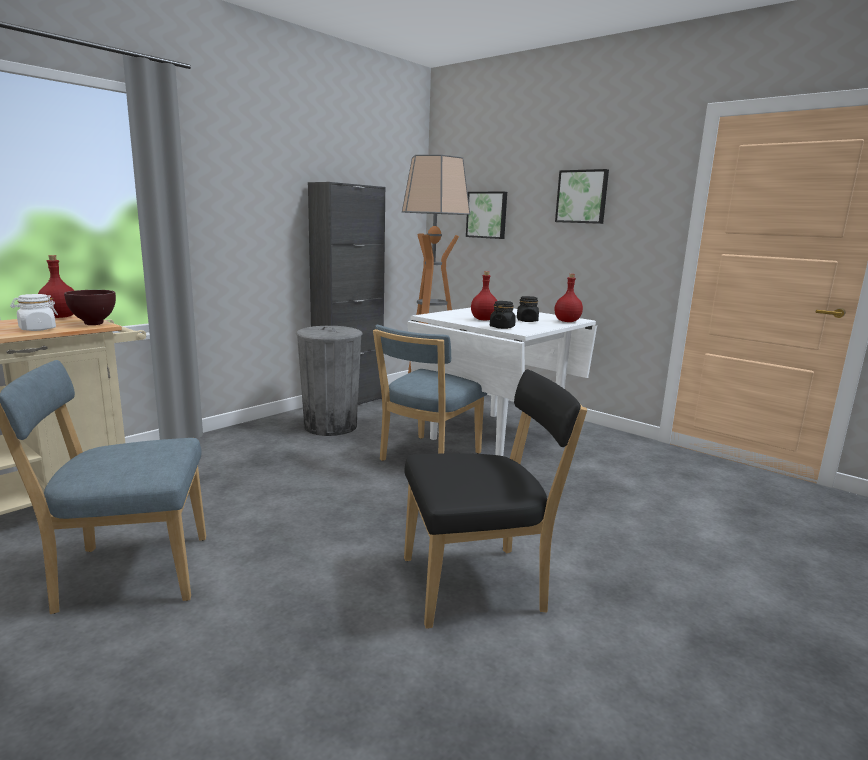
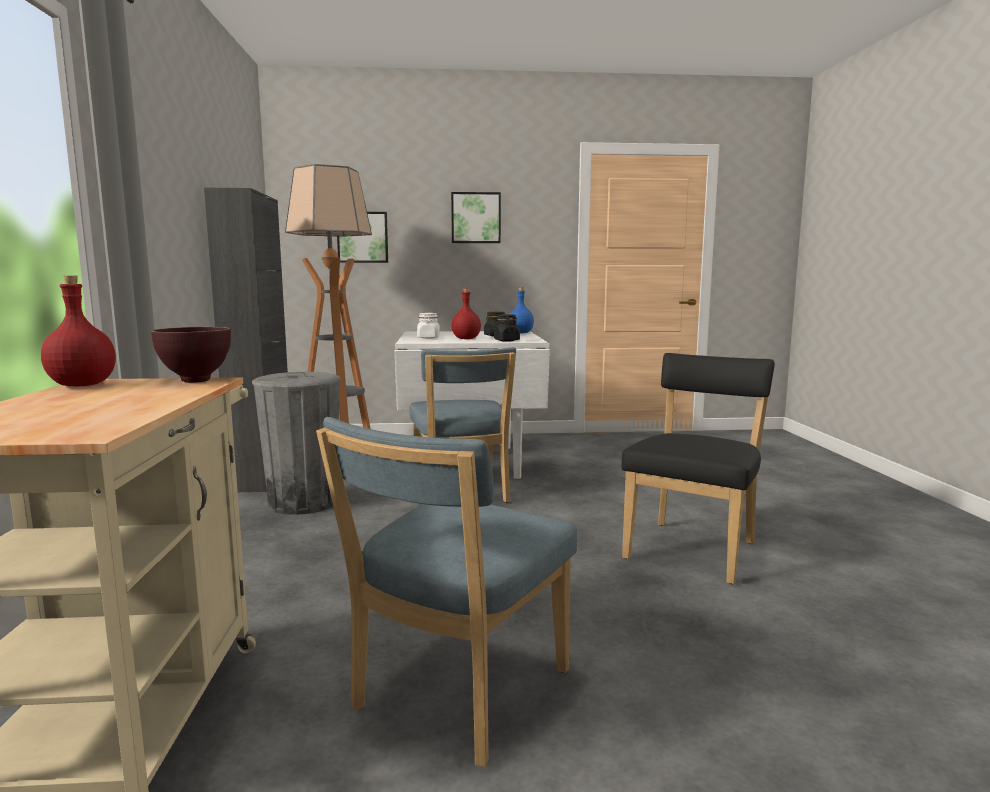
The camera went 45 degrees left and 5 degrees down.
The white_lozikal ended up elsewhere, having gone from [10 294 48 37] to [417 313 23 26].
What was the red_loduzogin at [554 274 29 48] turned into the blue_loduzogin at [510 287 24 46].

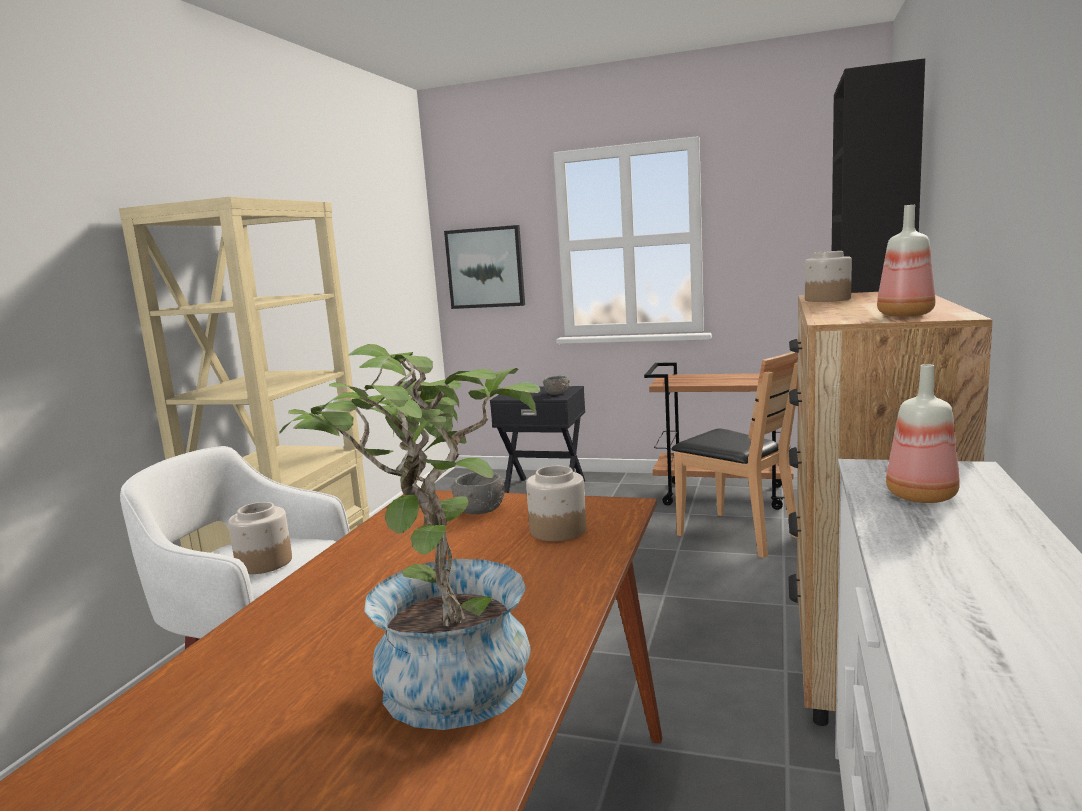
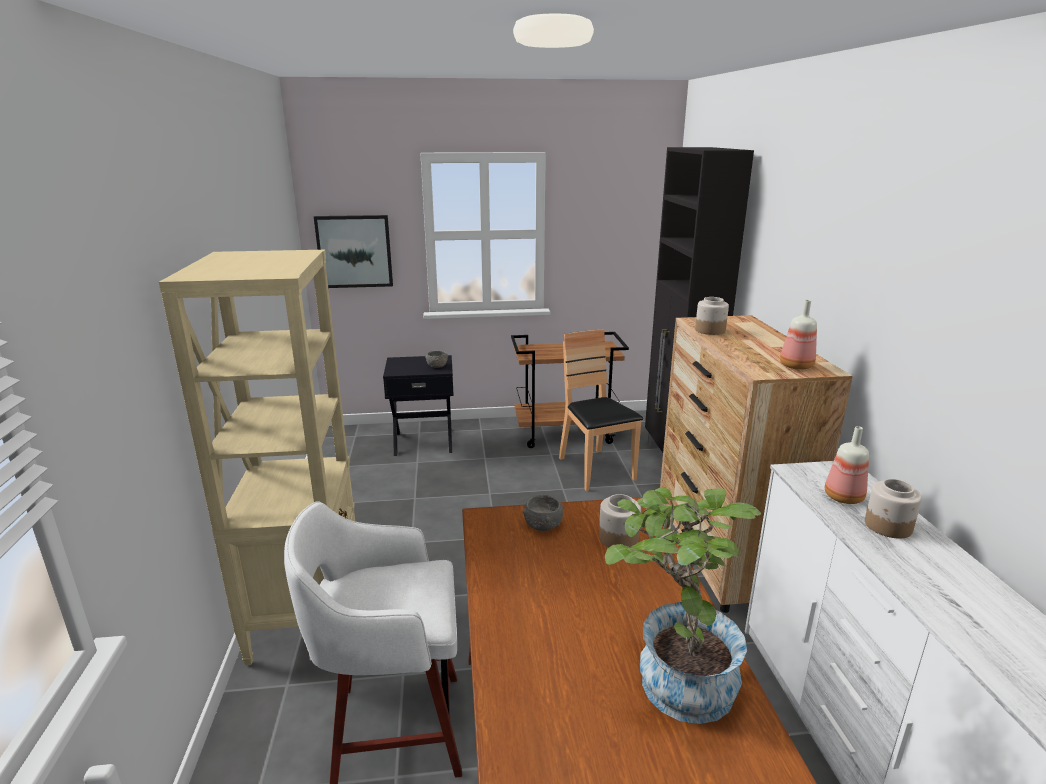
The camera went 25 degrees left and 10 degrees up.
The lozikal ended up elsewhere, having gone from [228 502 64 72] to [865 479 57 60].
The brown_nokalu at [671 351 127 207] ended up facing another way, 135 degrees counterclockwise from before.

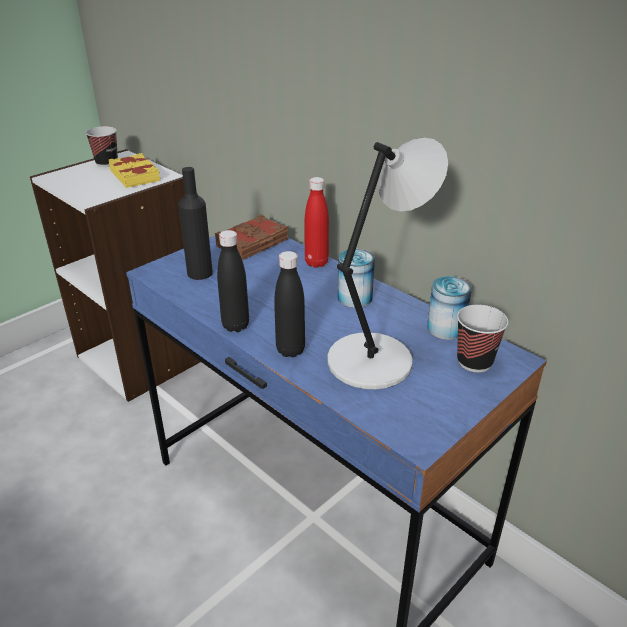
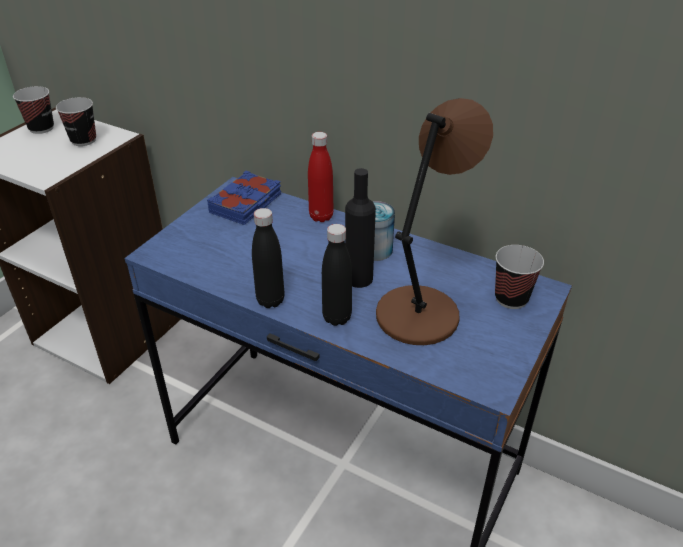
The camera went 15 degrees left and 5 degrees up.
Where the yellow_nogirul stood at [108 153 52 35], the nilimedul came to stand at [56 97 40 49].
The black_loduzogin ended up elsewhere, having gone from [178 167 35 113] to [345 168 31 120].
What was the brown_nogirul at [215 214 73 46] turned into the blue_nogirul at [207 170 74 55].
What was the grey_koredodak at [327 137 121 253] turned into the brown_koredodak at [376 98 117 247].
The second view lost the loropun at [427 276 45 64].

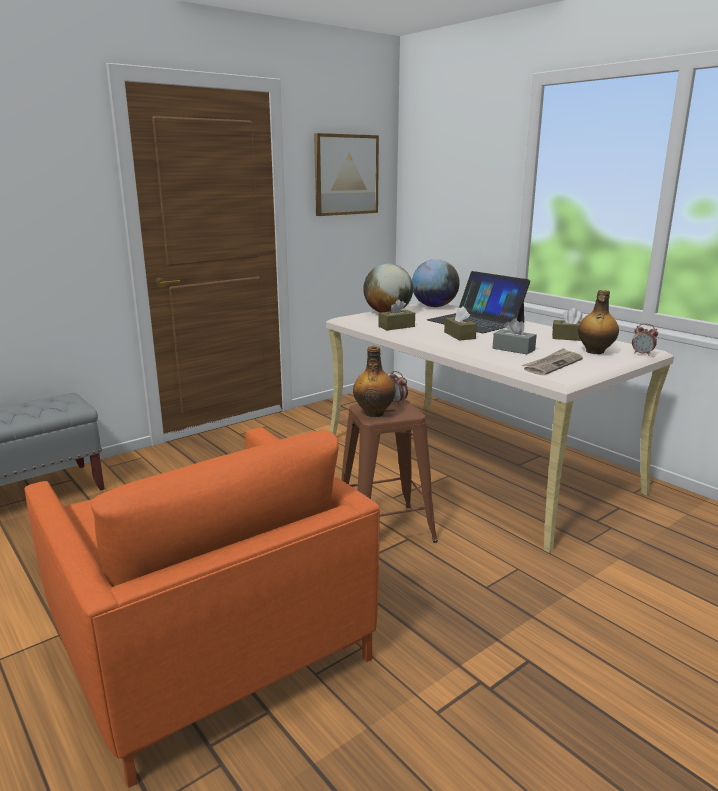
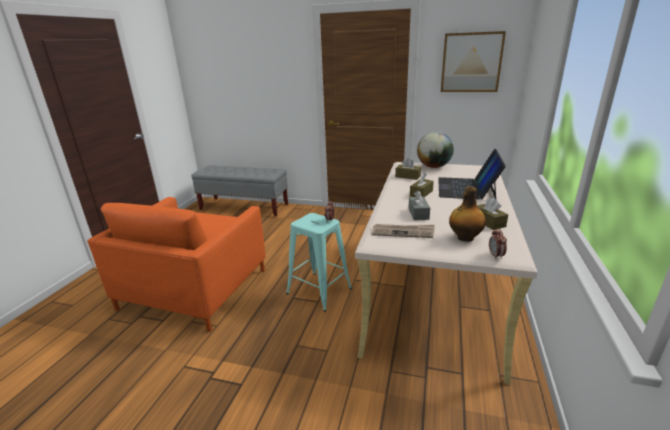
The camera went 55 degrees right and 5 degrees up.
What was the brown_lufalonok at [341 400 97 143] turned into the turquoise_lufalonok at [286 213 66 99].
The second view lost the loduzogin at [353 346 43 71].
The second view lost the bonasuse at [412 259 48 48].

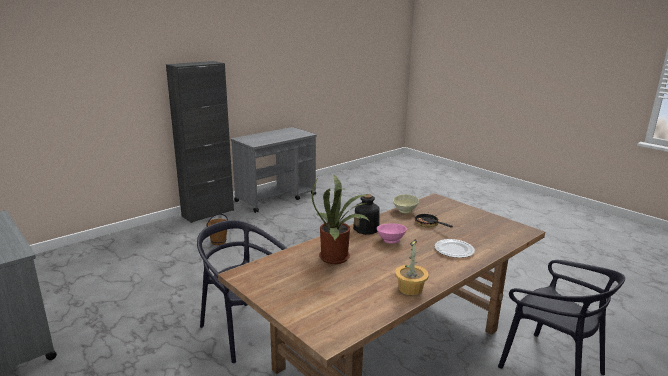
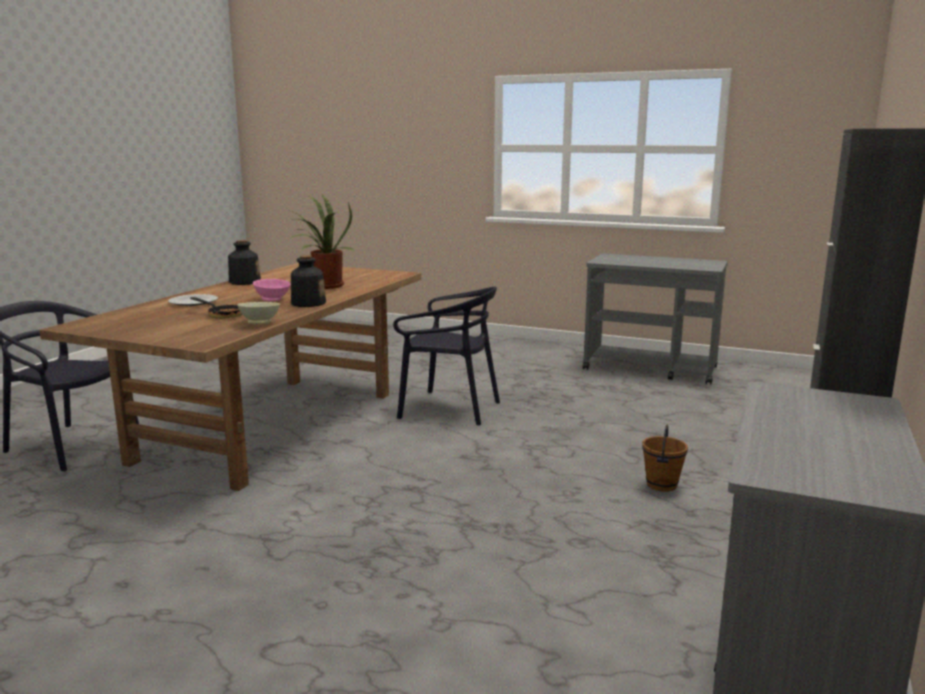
The camera went 155 degrees right and 5 degrees down.
Where the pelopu stood at [395 239 34 57], the loduzogin came to stand at [228 240 33 45].

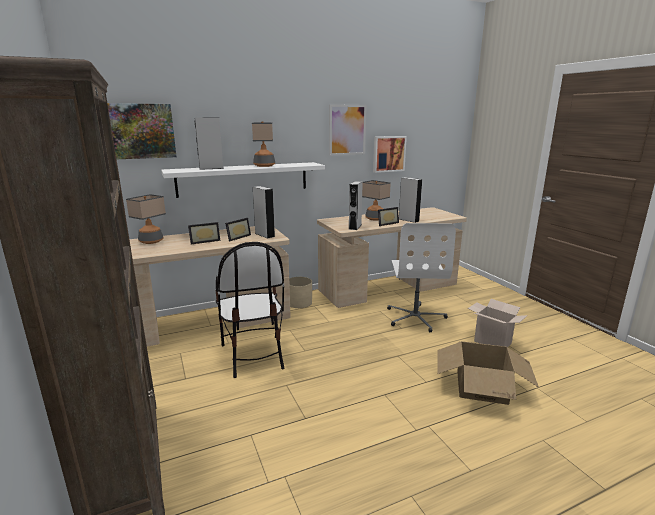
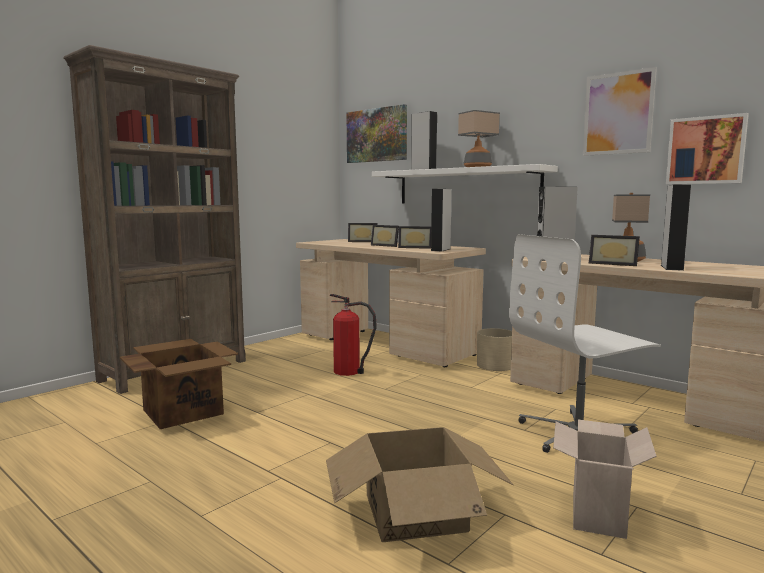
The camera went 65 degrees right and 10 degrees down.
Where the koredodak stood at [126 194 40 50], the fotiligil came to stand at [348 223 29 19].
Where the nokalu stood at [215 242 69 136], the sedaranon came to stand at [330 294 47 82].
The second view gained the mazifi at [120 339 118 90].

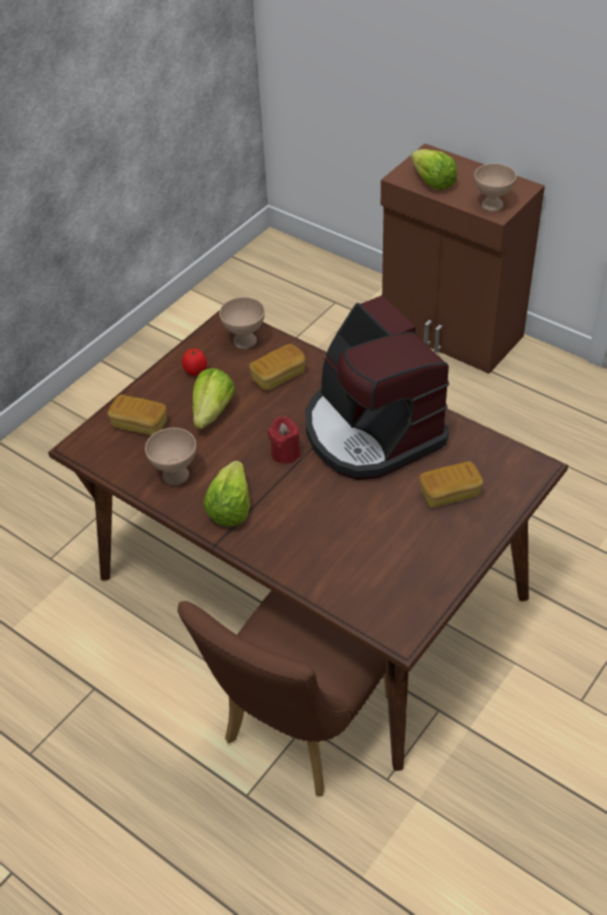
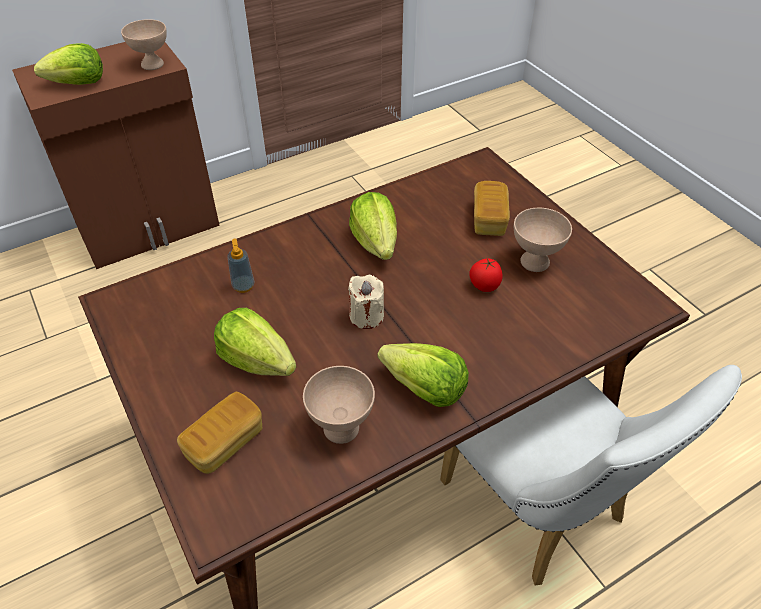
The camera went 70 degrees left and 0 degrees up.
What was the brown_nokalu at [177 590 211 206] turned into the white_nokalu at [440 365 302 221].
The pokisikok ended up elsewhere, having gone from [182 349 25 27] to [469 259 34 33].
The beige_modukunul ended up elsewhere, having gone from [219 297 46 52] to [514 208 58 64].
Where the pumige stood at [250 344 55 47], the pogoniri came to stand at [227 239 27 54].
What was the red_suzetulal at [268 416 33 48] turned into the beige_suzetulal at [348 275 36 54].
Where the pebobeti stood at [305 295 144 185], the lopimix came to stand at [349 192 48 68].

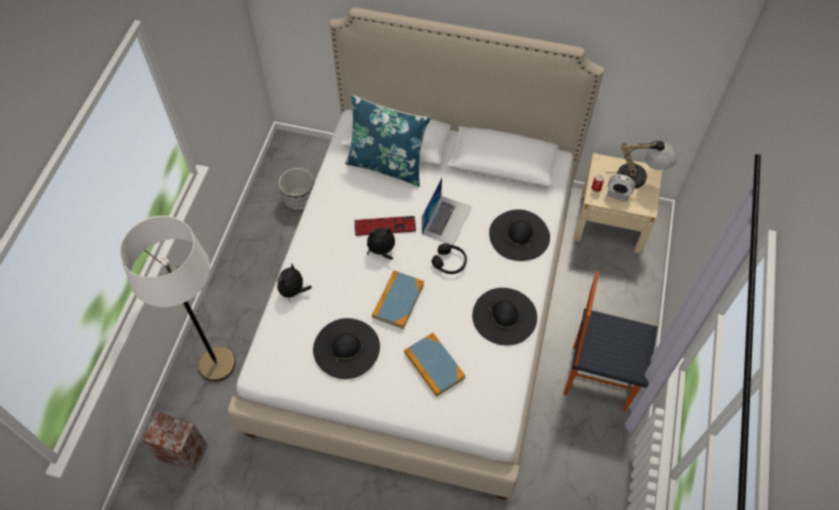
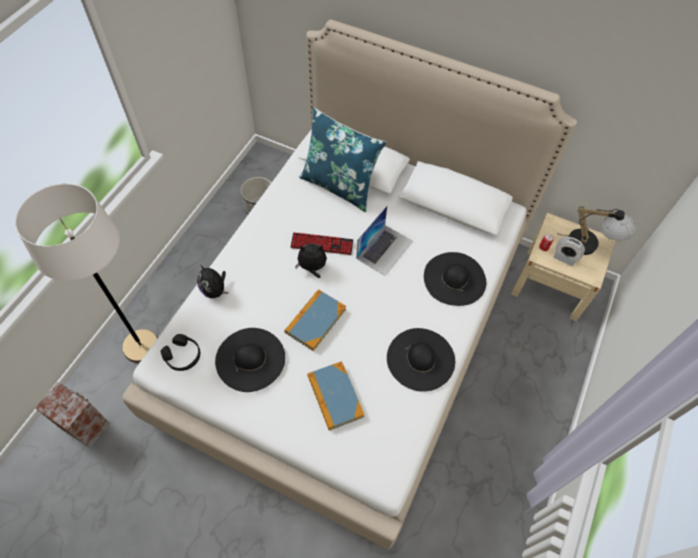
The camera went 10 degrees right and 0 degrees up.
The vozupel at [277 264 35 37] ended up facing another way, 75 degrees counterclockwise from before.
The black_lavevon ended up elsewhere, having gone from [432 243 35 31] to [160 334 40 37].
The second view lost the nokalu at [563 271 94 140].

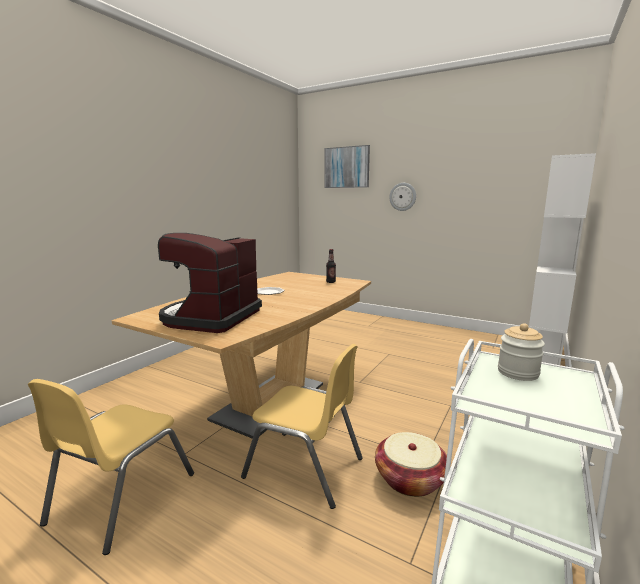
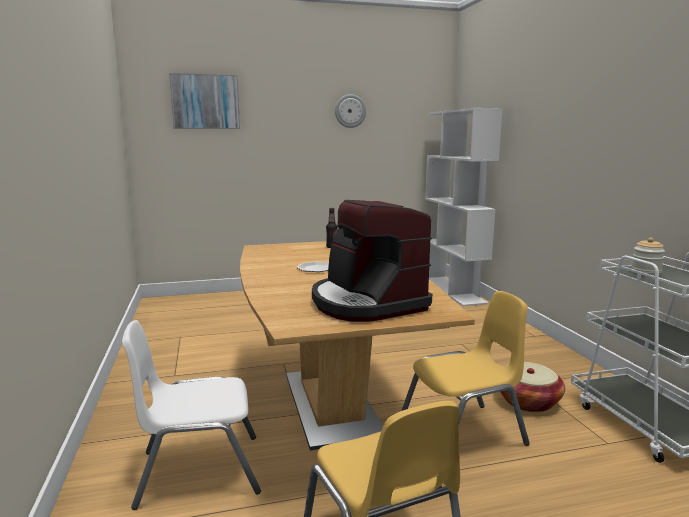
The camera went 45 degrees left and 0 degrees up.
The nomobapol ended up elsewhere, having gone from [389 183 27 28] to [335 94 31 34].
The second view gained the white_nokalu at [122 320 139 190].

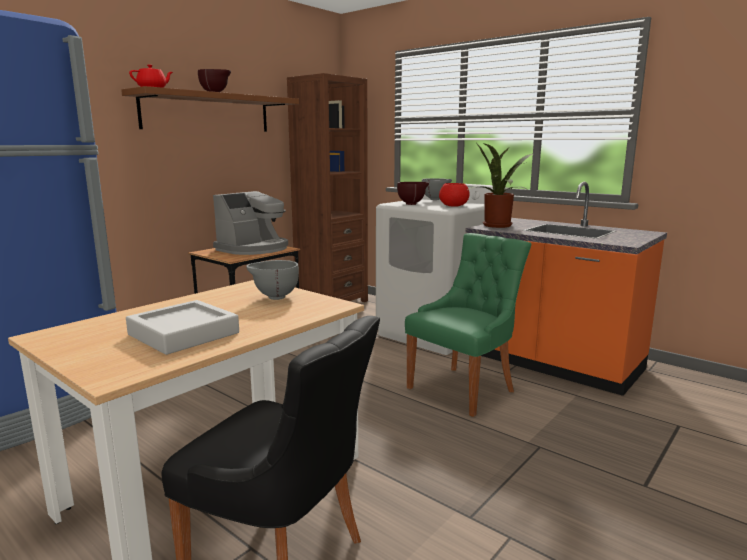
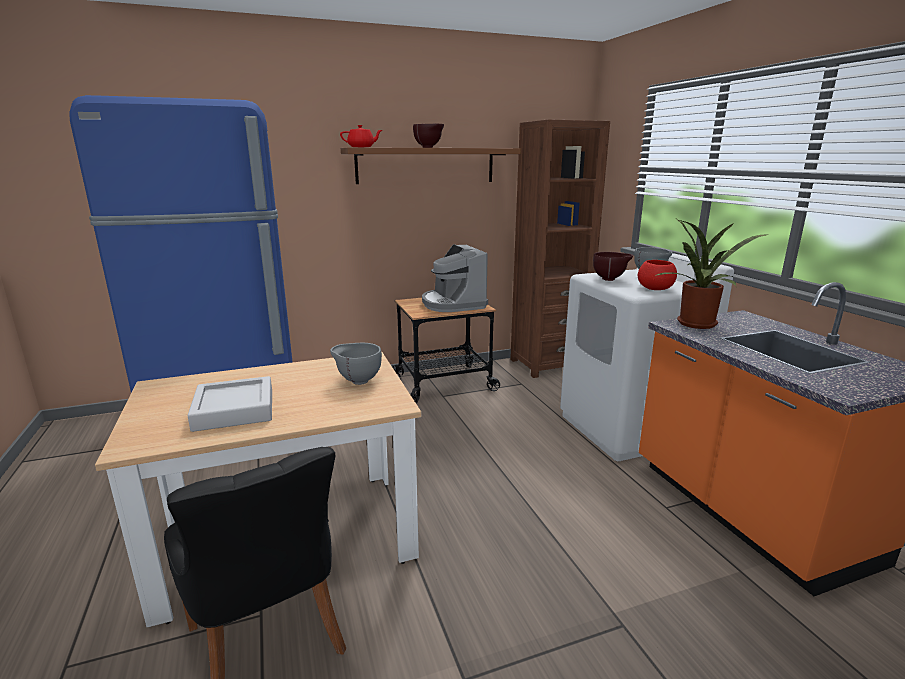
The camera went 30 degrees right and 5 degrees up.
The pebobeti at [213 191 75 64] ended up facing another way, 90 degrees clockwise from before.
The second view lost the green_nokalu at [405 233 126 184].

